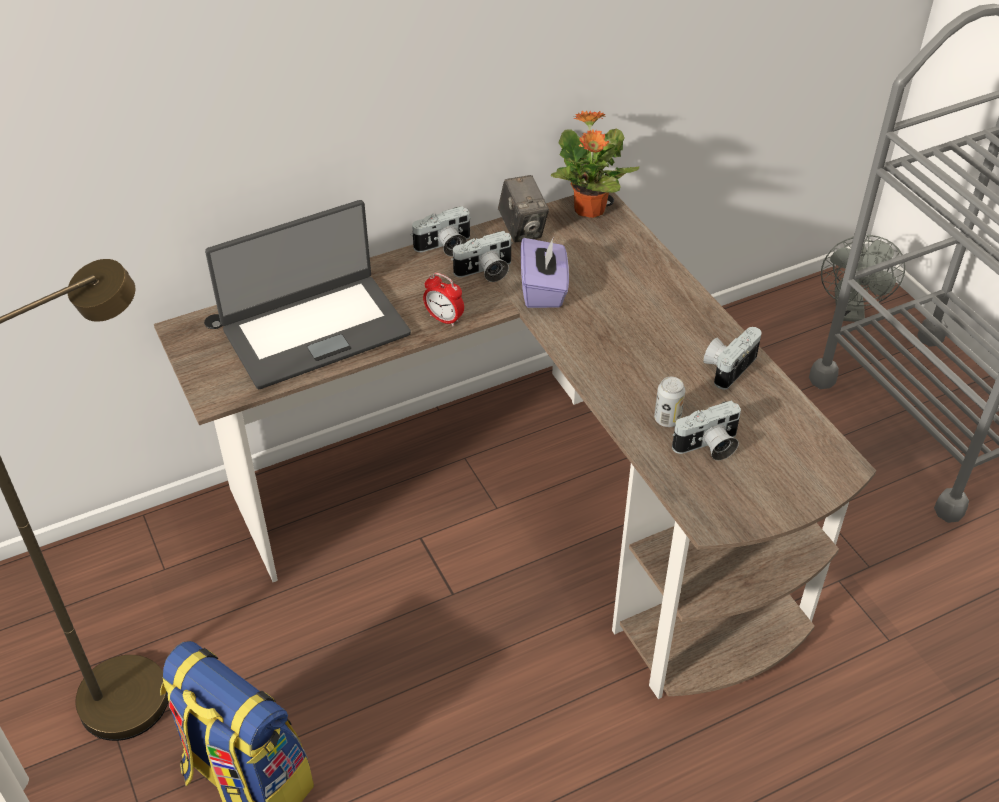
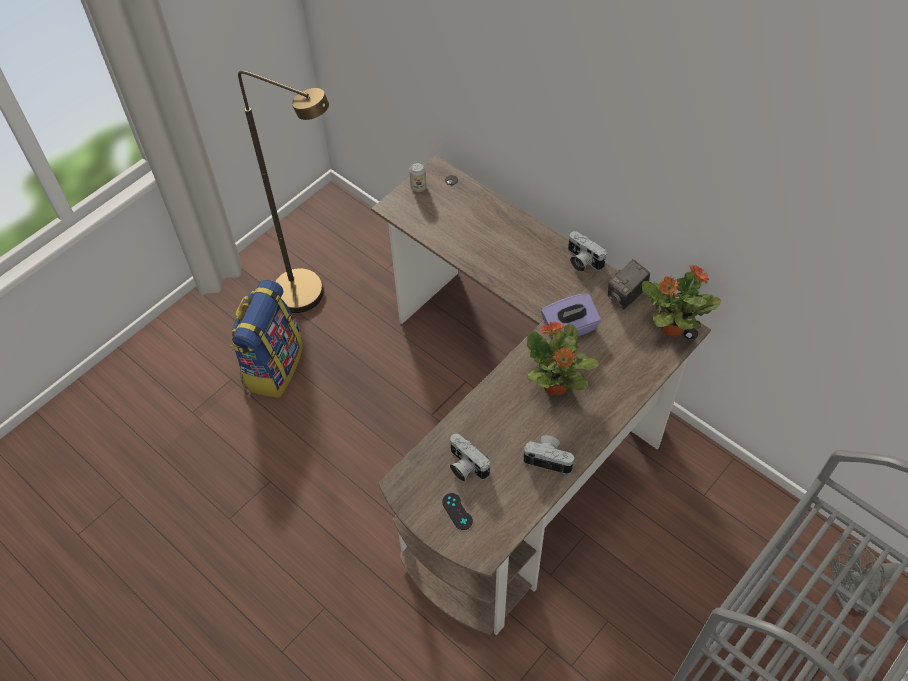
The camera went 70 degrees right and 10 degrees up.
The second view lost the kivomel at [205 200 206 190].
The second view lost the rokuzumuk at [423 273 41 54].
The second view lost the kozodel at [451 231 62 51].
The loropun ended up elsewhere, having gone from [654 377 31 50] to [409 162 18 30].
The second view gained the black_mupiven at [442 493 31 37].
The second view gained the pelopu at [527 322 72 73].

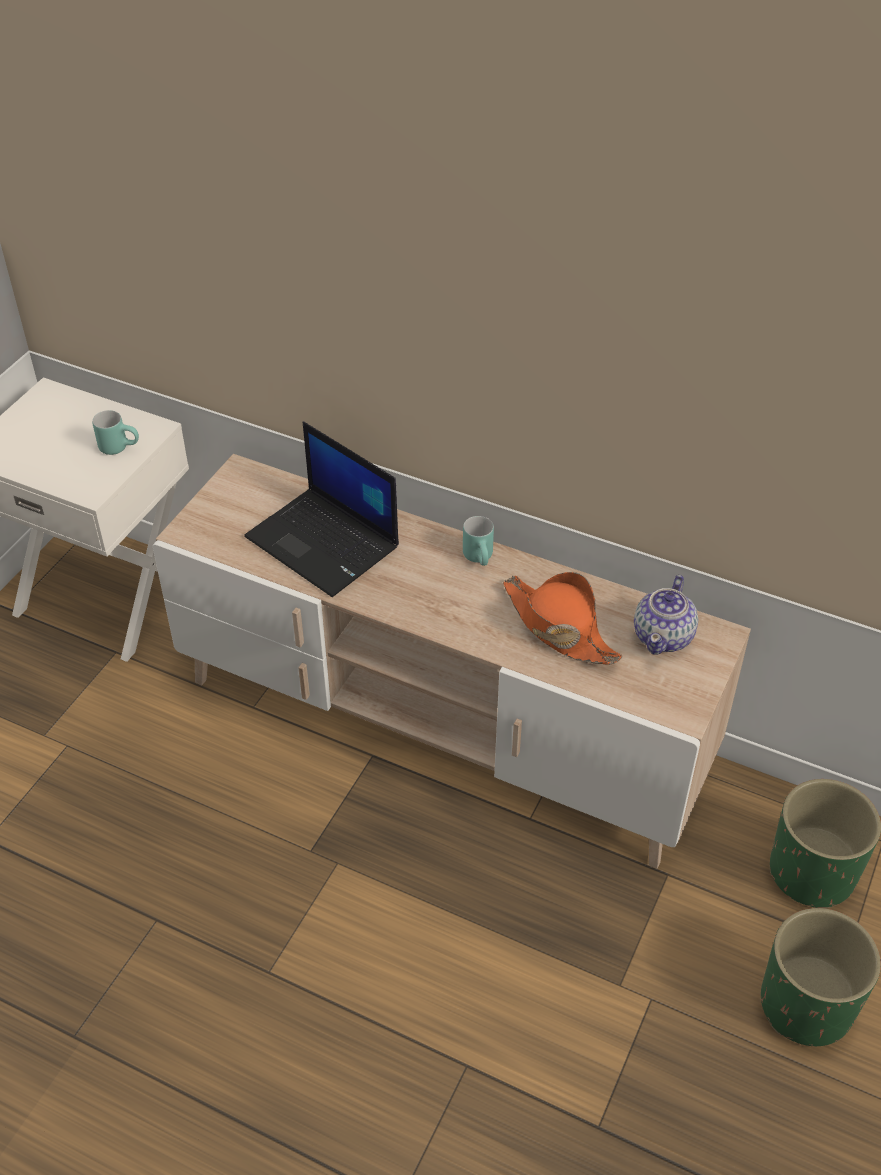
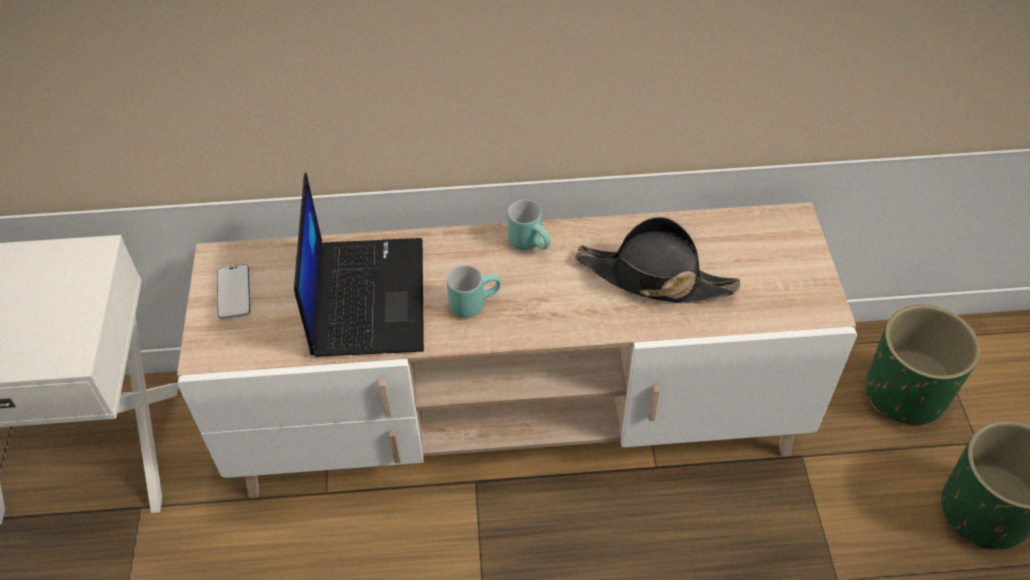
The camera went 30 degrees left and 5 degrees up.
The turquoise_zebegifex ended up elsewhere, having gone from [92 410 47 45] to [447 265 54 53].
The kivomel at [244 422 155 175] ended up facing another way, 105 degrees counterclockwise from before.
What was the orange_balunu at [503 572 119 92] turned into the black_balunu at [575 217 165 86].
The second view lost the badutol at [634 575 65 80].
The second view gained the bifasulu at [217 264 34 55].

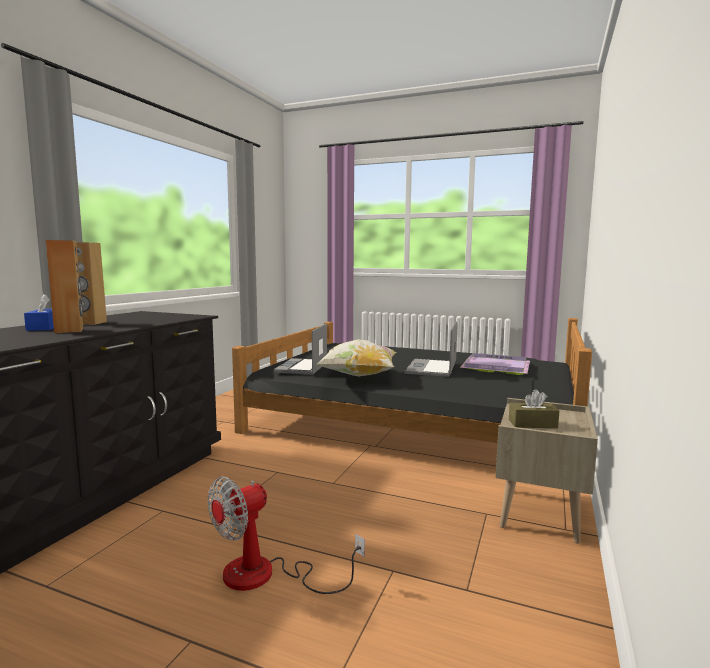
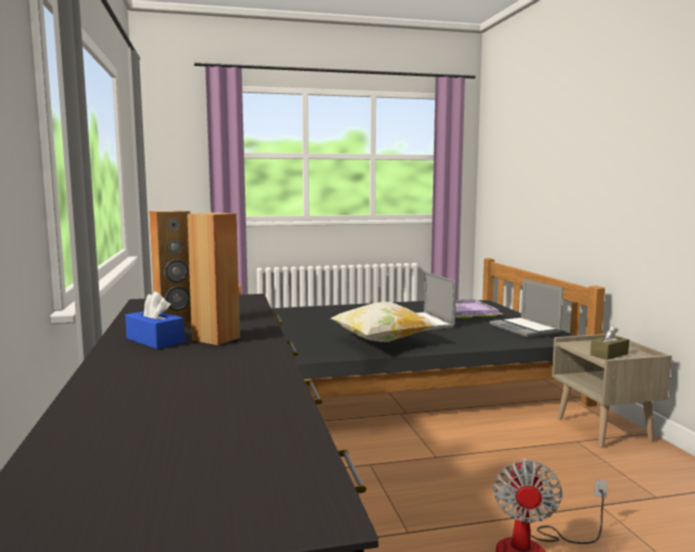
The camera went 35 degrees left and 0 degrees up.
The kivomel ended up elsewhere, having gone from [274 324 53 51] to [490 279 73 58].

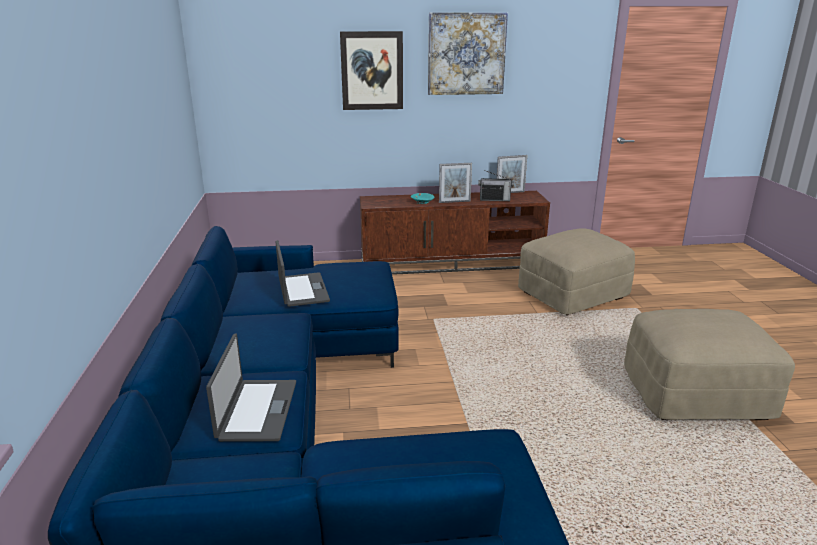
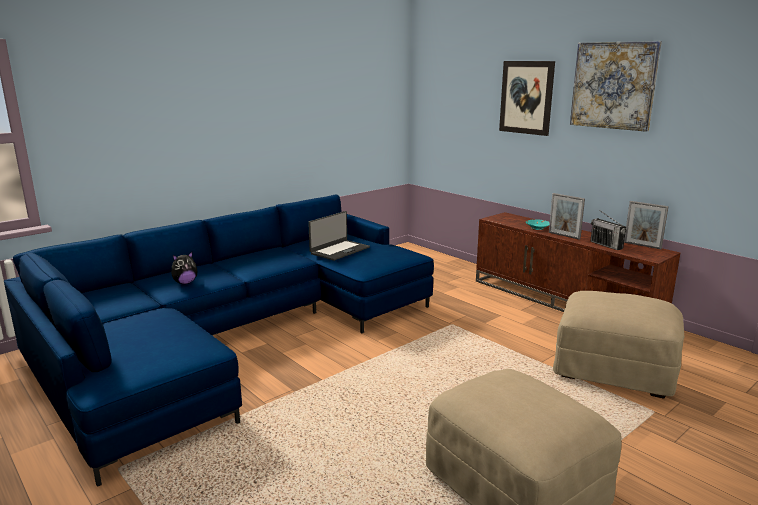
The camera went 55 degrees right and 5 degrees down.
Where the kivomel stood at [206 334 90 108], the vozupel came to stand at [171 252 27 32].

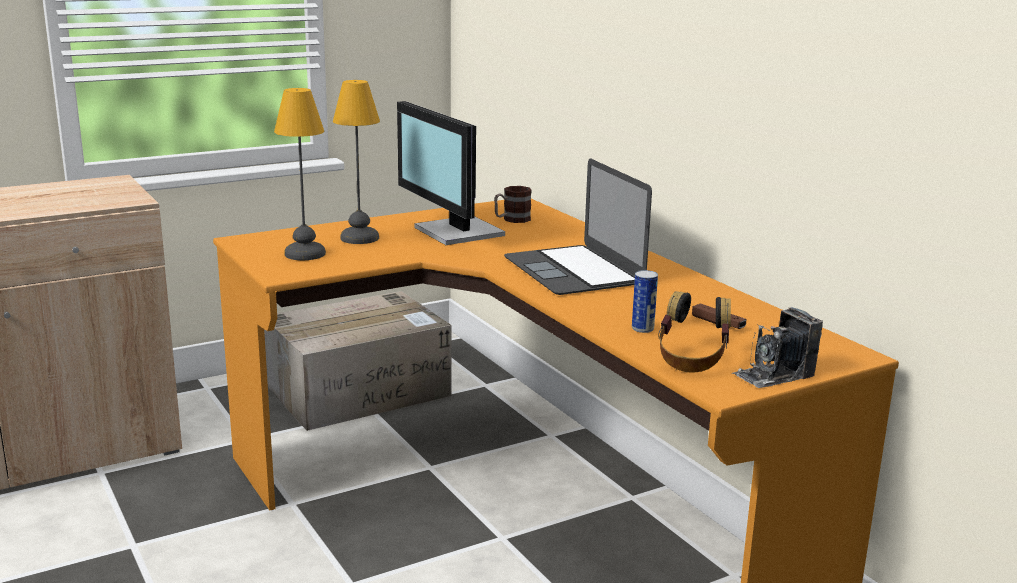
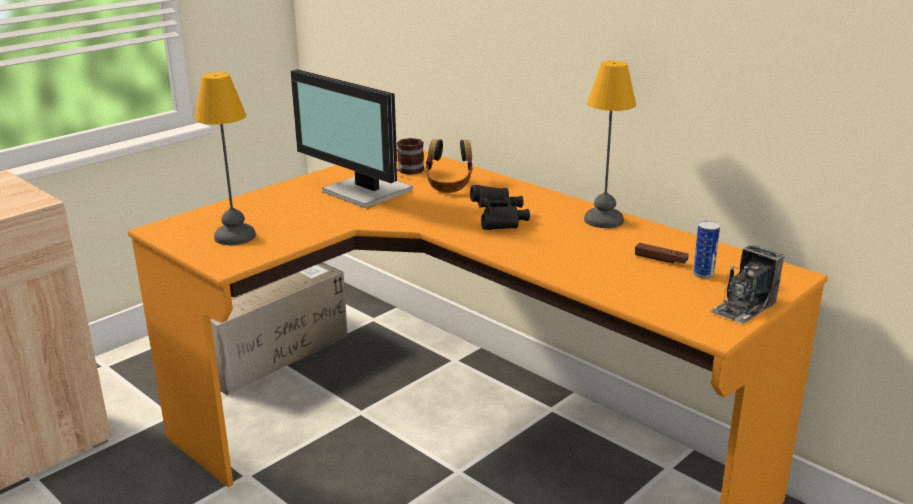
The camera went 15 degrees left and 5 degrees up.
The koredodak ended up elsewhere, having gone from [333 80 47 164] to [584 61 52 167].
Where the kivomel stood at [504 159 148 136], the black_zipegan came to stand at [470 185 60 45].
The loropun ended up elsewhere, having gone from [632 270 26 63] to [693 221 27 58].
The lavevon ended up elsewhere, having gone from [658 291 73 82] to [425 139 47 54].

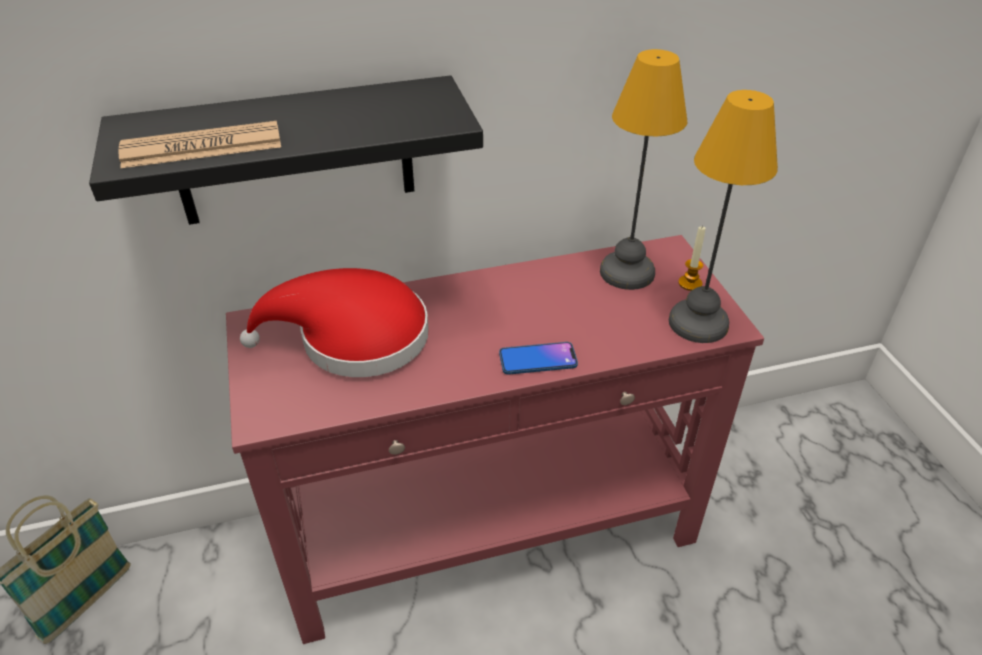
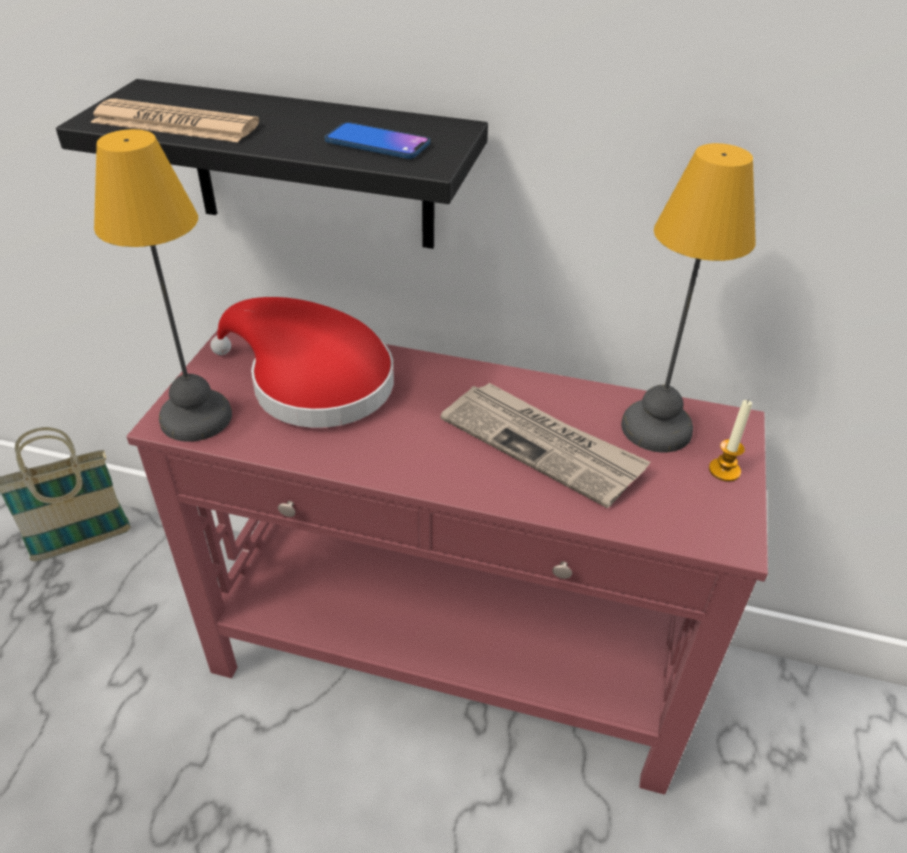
The camera went 30 degrees right and 0 degrees up.
The bifasulu ended up elsewhere, having gone from [499 342 79 33] to [325 122 105 37].
The koredodak ended up elsewhere, having gone from [669 90 109 253] to [94 129 138 313].
The second view gained the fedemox at [441 383 209 125].

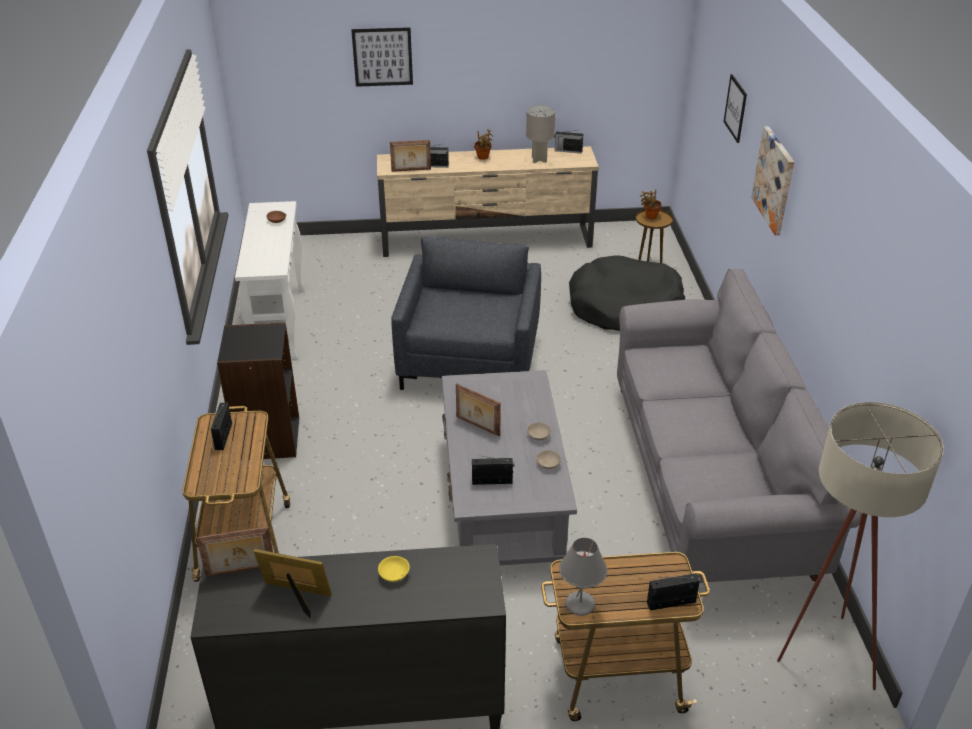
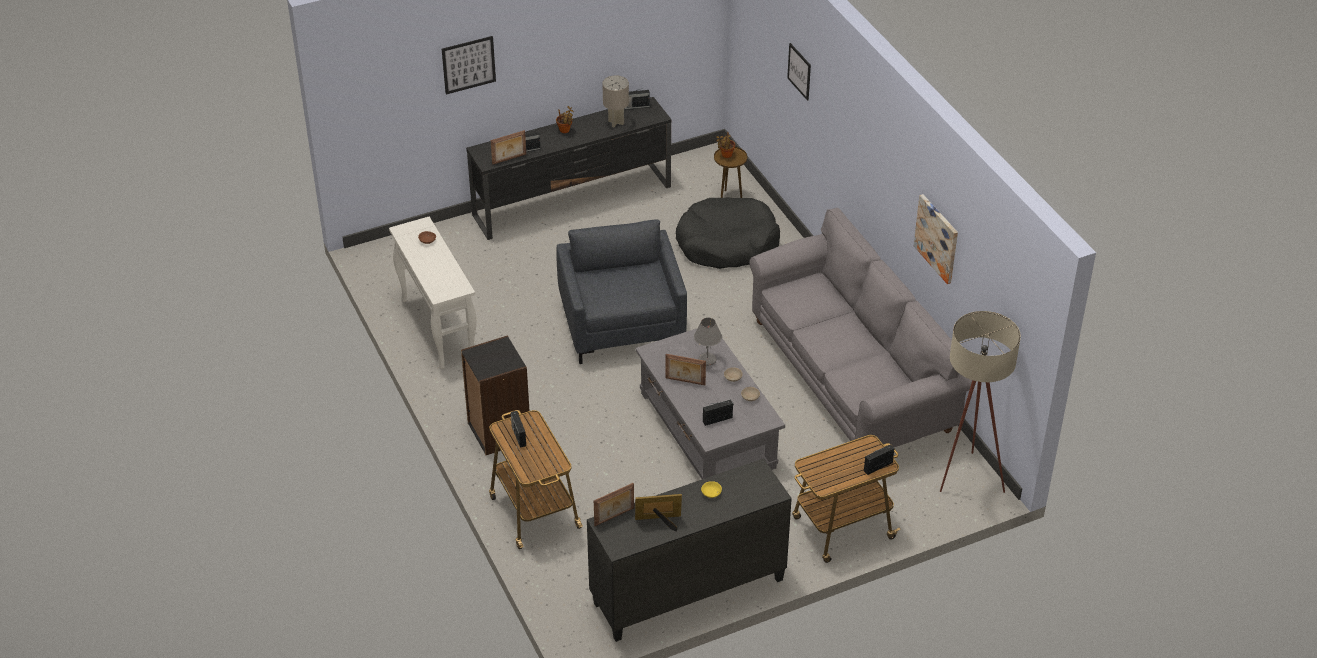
The camera went 20 degrees left and 5 degrees up.
What was the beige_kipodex at [377 146 222 111] turned into the black_kipodex at [466 97 206 143].
The grey_koredodak ended up elsewhere, having gone from [559 538 48 78] to [694 318 28 48].
The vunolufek ended up elsewhere, having gone from [751 126 43 109] to [914 194 44 90].

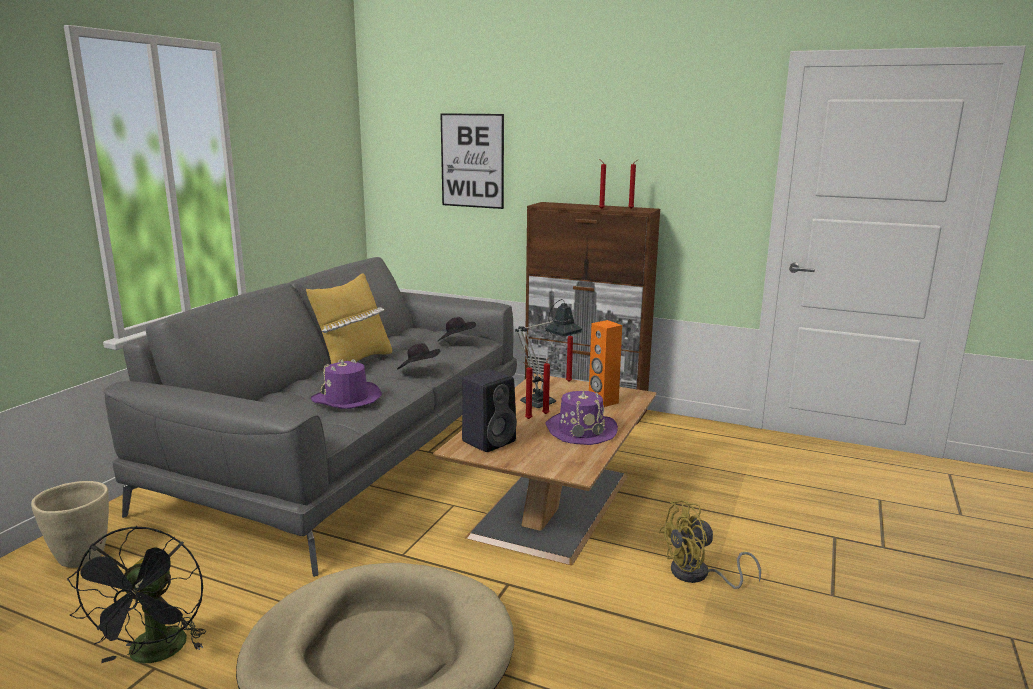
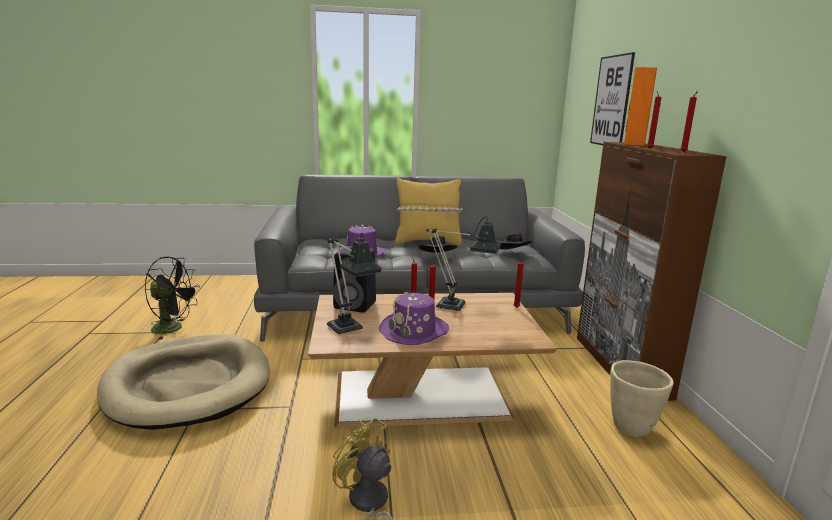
The camera went 60 degrees right and 0 degrees up.
The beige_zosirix ended up elsewhere, having gone from [31 481 78 87] to [610 360 64 77].
The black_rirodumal at [67 526 139 137] ended up facing another way, 135 degrees counterclockwise from before.
The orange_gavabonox ended up elsewhere, having gone from [589 320 33 87] to [624 67 33 79].
The second view gained the koredodak at [327 232 55 102].

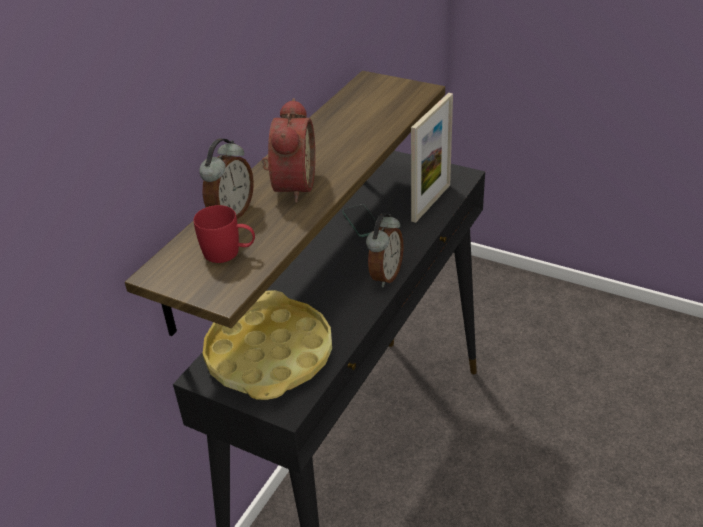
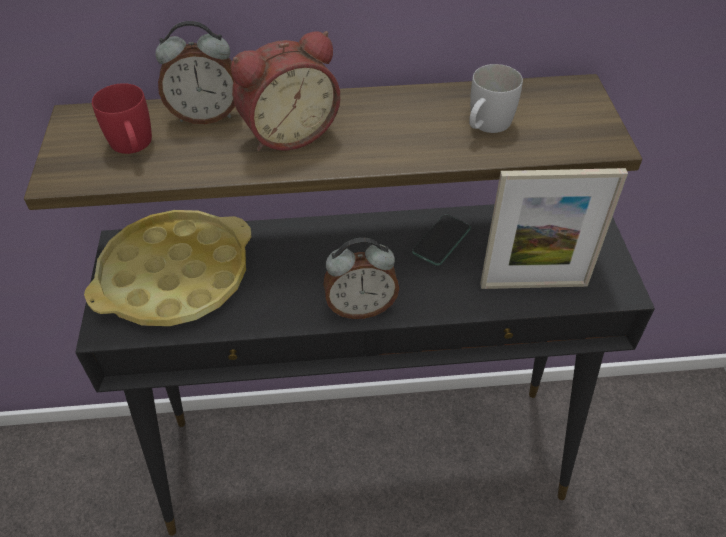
The camera went 55 degrees right and 10 degrees up.
The second view gained the white_zebegifex at [469 64 54 69].

